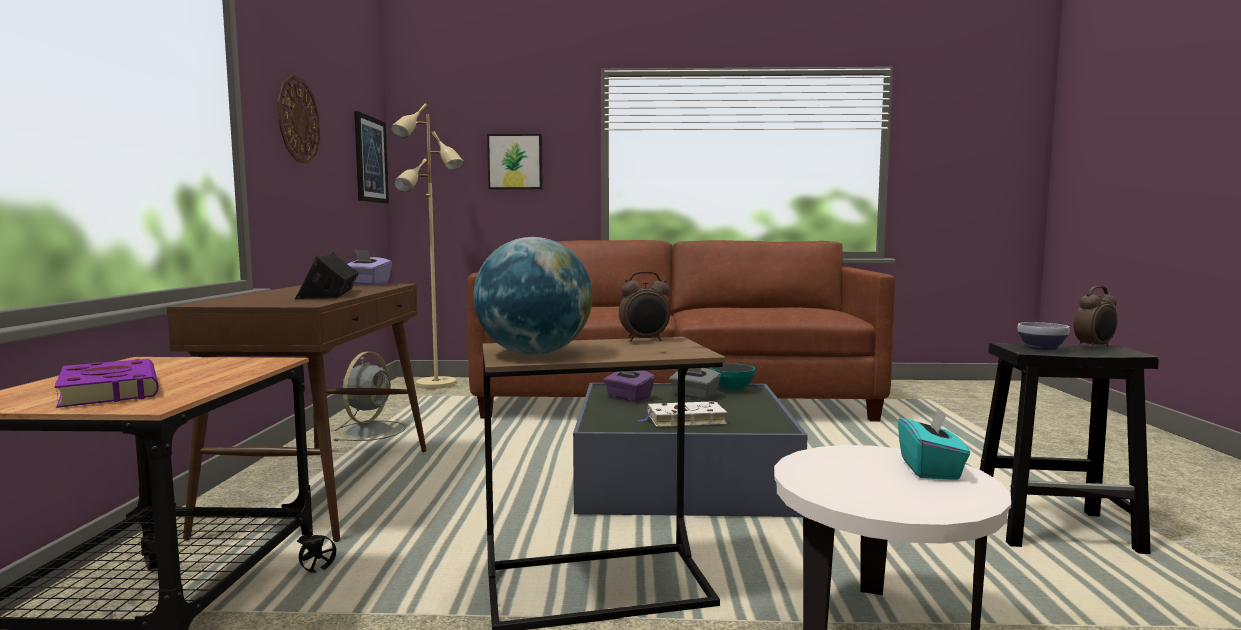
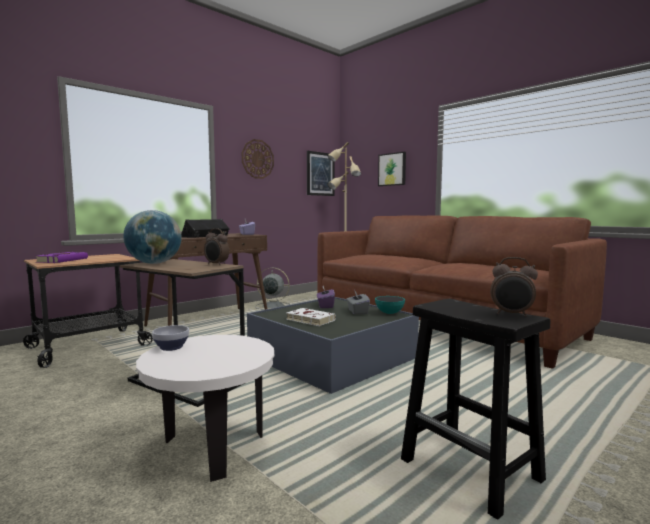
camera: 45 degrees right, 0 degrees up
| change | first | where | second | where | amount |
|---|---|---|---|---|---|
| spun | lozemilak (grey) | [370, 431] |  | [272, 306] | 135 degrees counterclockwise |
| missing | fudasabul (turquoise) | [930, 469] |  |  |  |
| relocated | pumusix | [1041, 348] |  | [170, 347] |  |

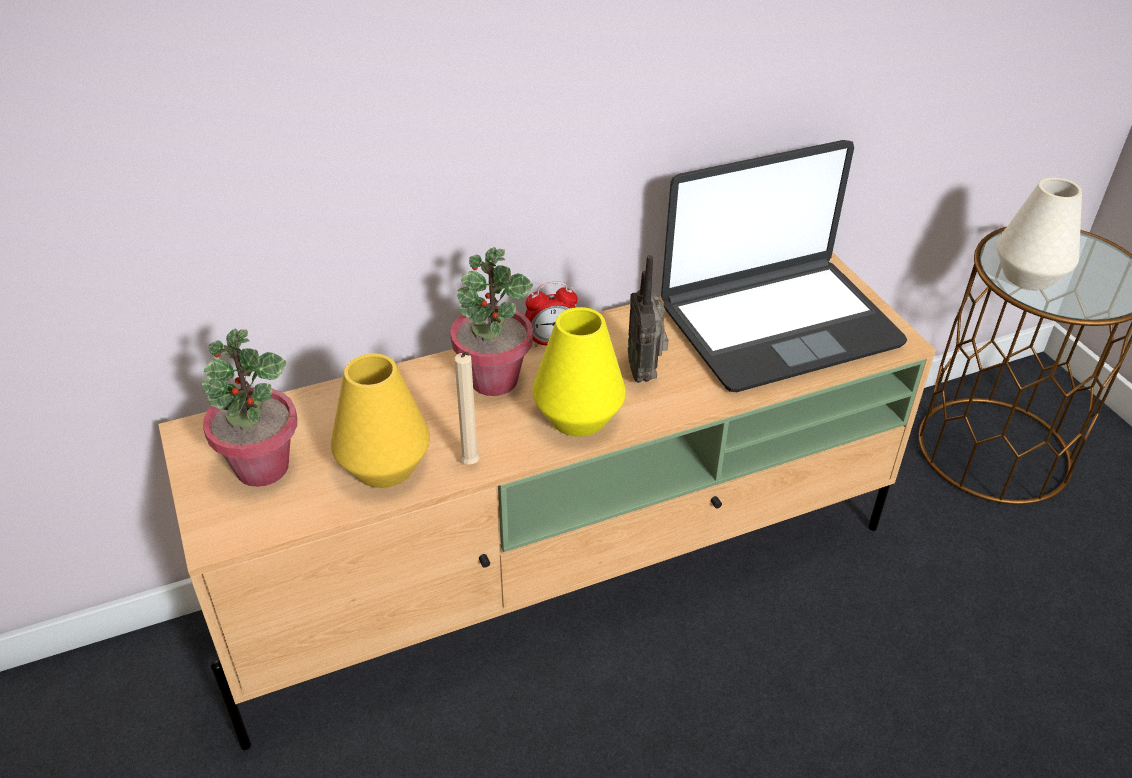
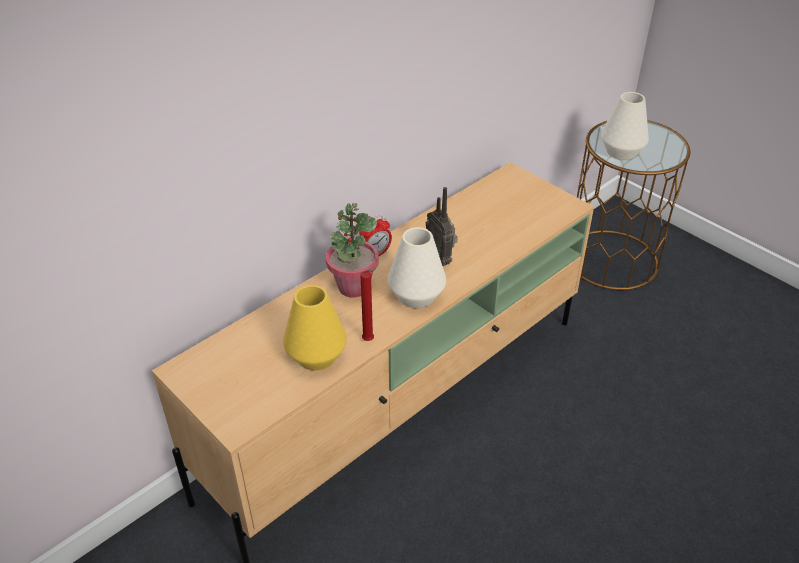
camera: 20 degrees left, 0 degrees up
| change | first | where | second | where | amount |
|---|---|---|---|---|---|
| missing | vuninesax | [262, 467] |  |  |  |
| colour | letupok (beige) | [471, 465] | letupok (red) | [369, 341] |  |
| colour | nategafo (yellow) | [578, 416] | nategafo (white) | [416, 295] |  |
| missing | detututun | [778, 324] |  |  |  |

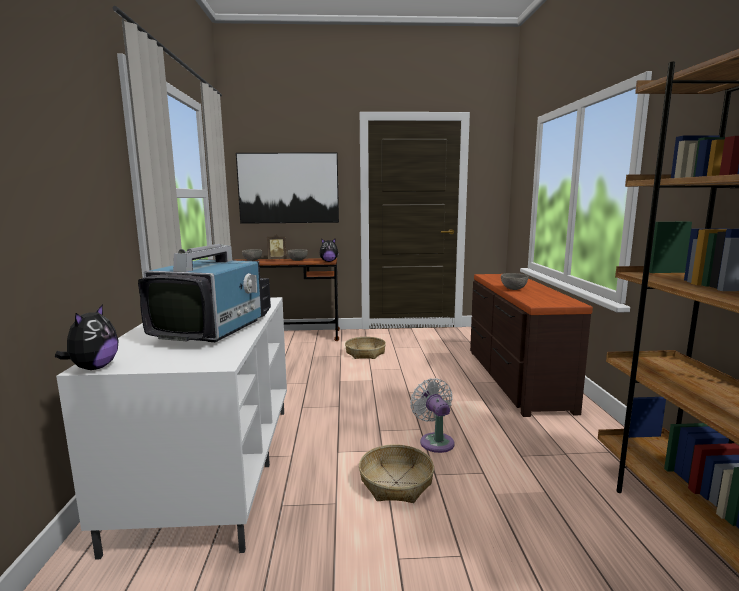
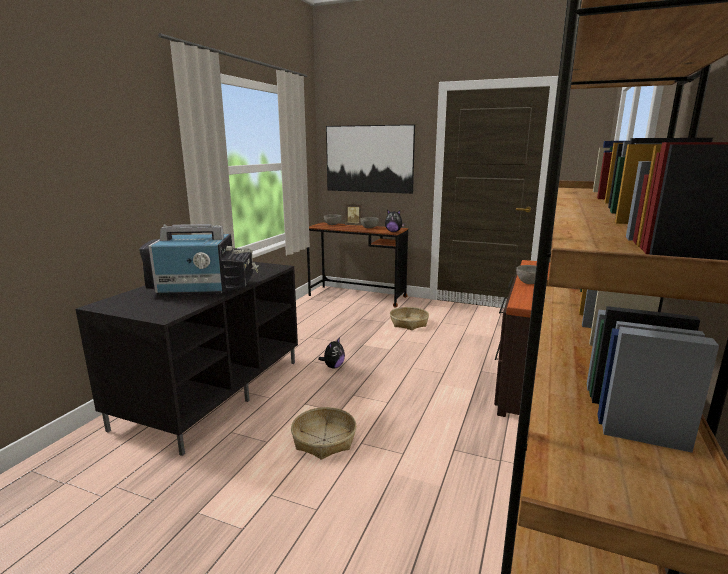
camera: 25 degrees right, 5 degrees up
| change | first | where | second | where | amount |
|---|---|---|---|---|---|
| relocated | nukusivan | [93, 368] |  | [333, 366] |  |
| colour | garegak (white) | [212, 466] | garegak (black) | [213, 391] |  |
| spun | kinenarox | [215, 329] |  | [204, 289] | 45 degrees clockwise |
| missing | lozemilak (white) | [435, 441] |  |  |  |

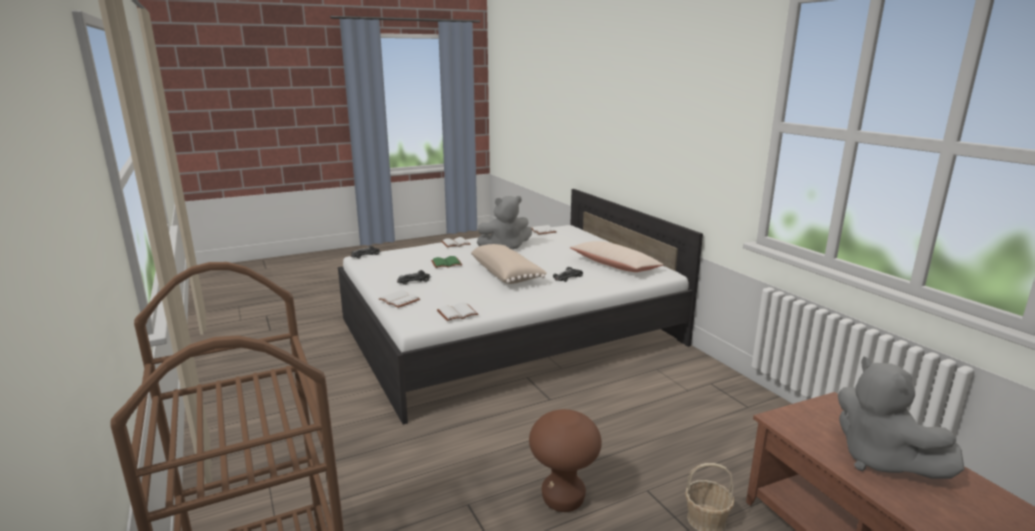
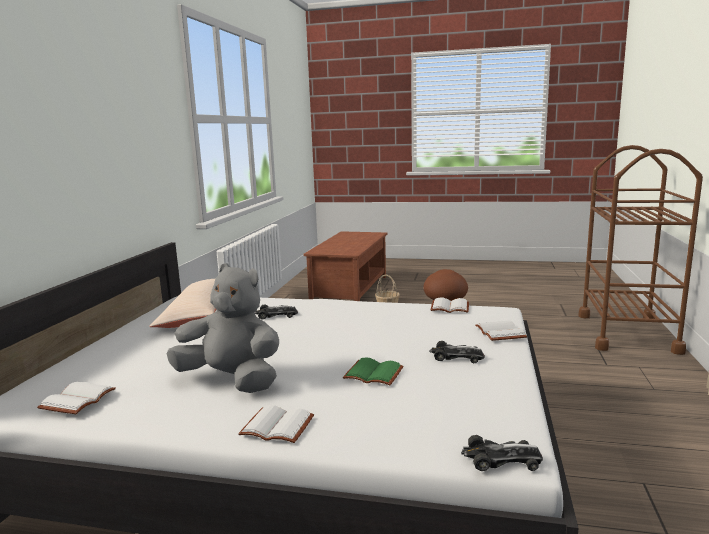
camera: 140 degrees left, 5 degrees down
| change | first | where | second | where | amount |
|---|---|---|---|---|---|
| missing | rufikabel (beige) | [507, 274] |  |  |  |
| missing | nukusivan (grey) | [880, 460] |  |  |  |

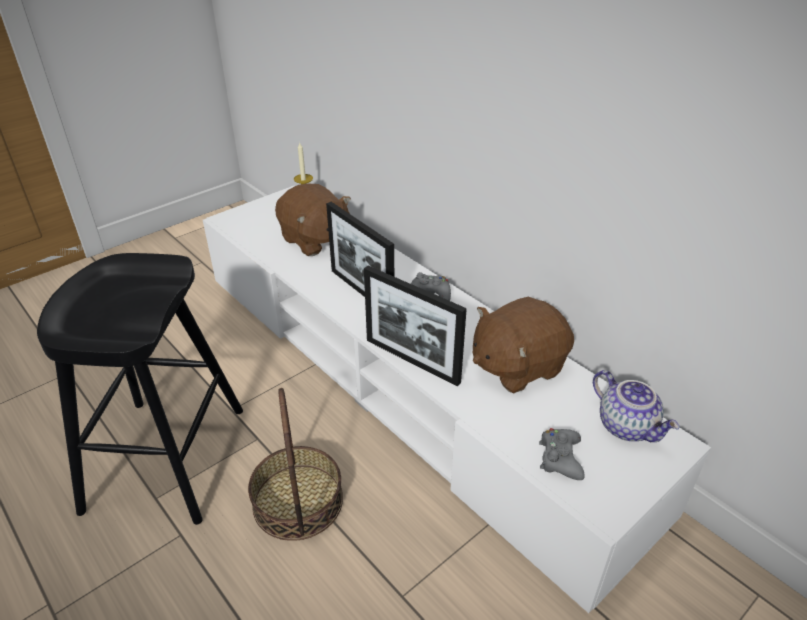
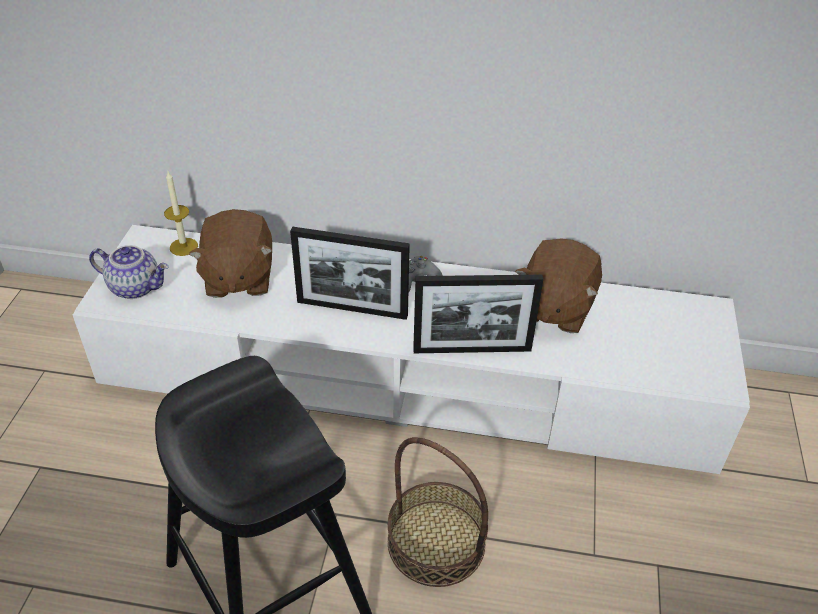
camera: 40 degrees left, 5 degrees up
| change | first | where | second | where | amount |
|---|---|---|---|---|---|
| spun | nukusivan (brown) | [314, 240] |  | [238, 278] | 75 degrees clockwise |
| missing | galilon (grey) | [560, 458] |  |  |  |
| relocated | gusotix | [627, 426] |  | [136, 287] |  |

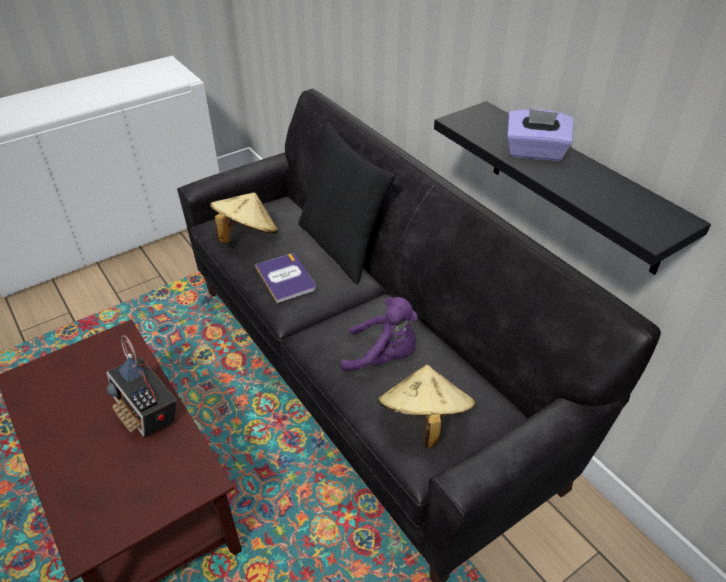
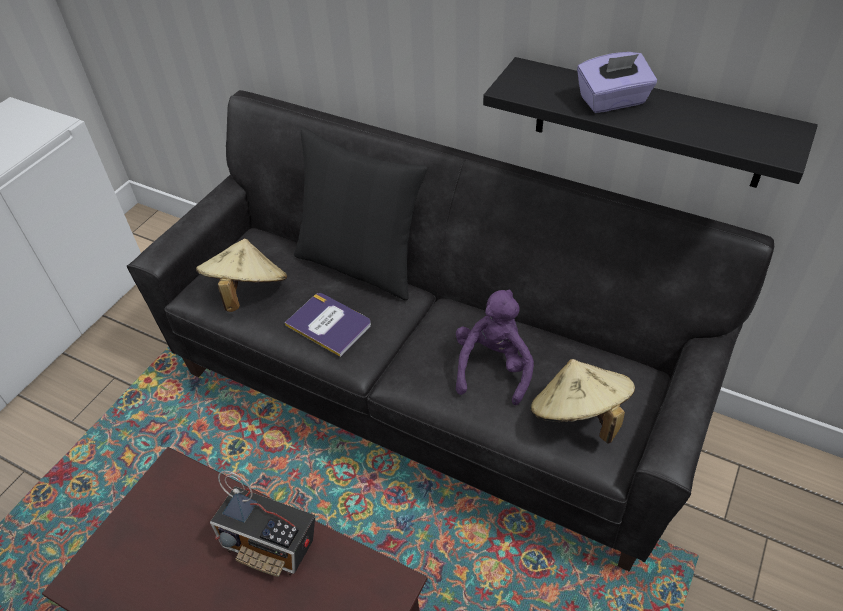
camera: 25 degrees left, 5 degrees up
| change | first | where | second | where | amount |
|---|---|---|---|---|---|
| spun | nukusivan (purple) | [384, 356] |  | [493, 367] | 60 degrees counterclockwise |

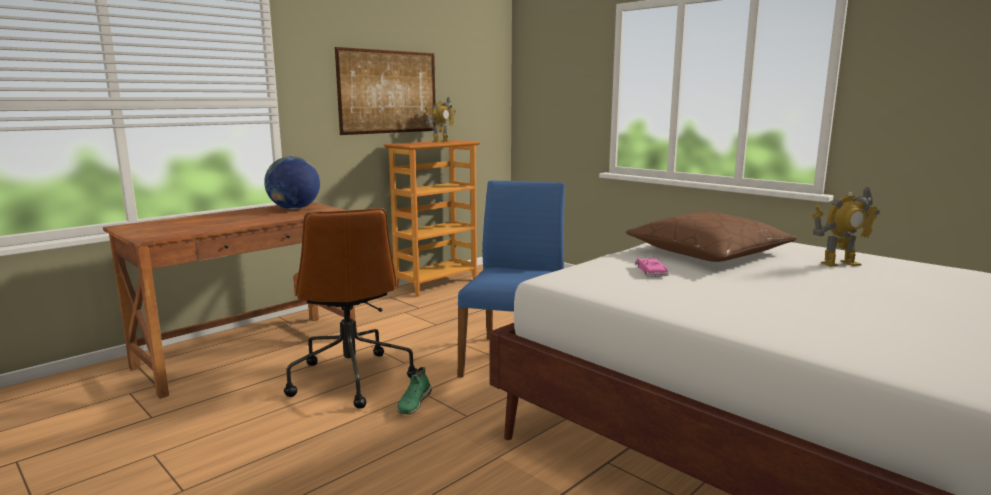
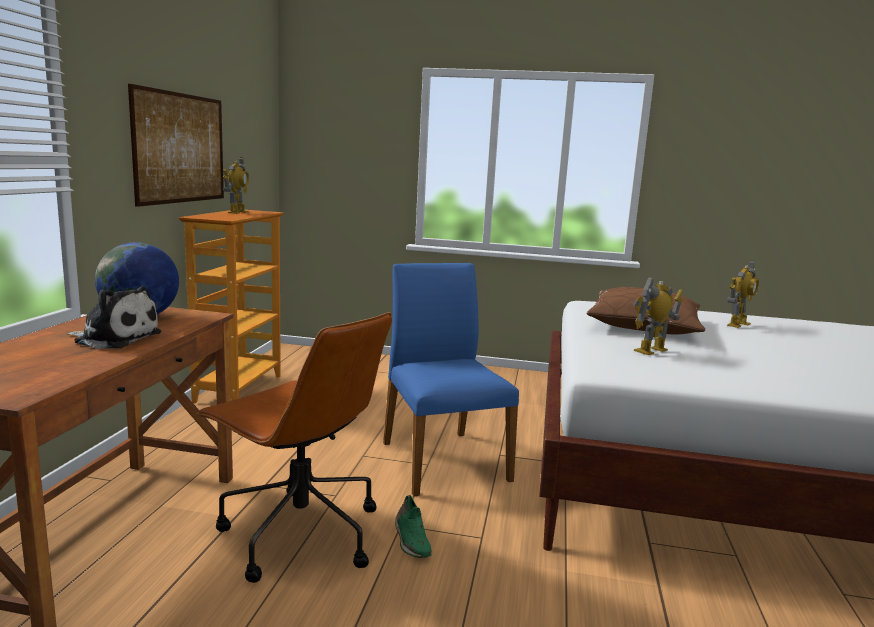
camera: 35 degrees left, 0 degrees up
| change | first | where | second | where | amount |
|---|---|---|---|---|---|
| exchanged | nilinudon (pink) | [651, 271] | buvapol | [651, 351] |  |
| appeared |  |  | nukusivan | [115, 338] |  |

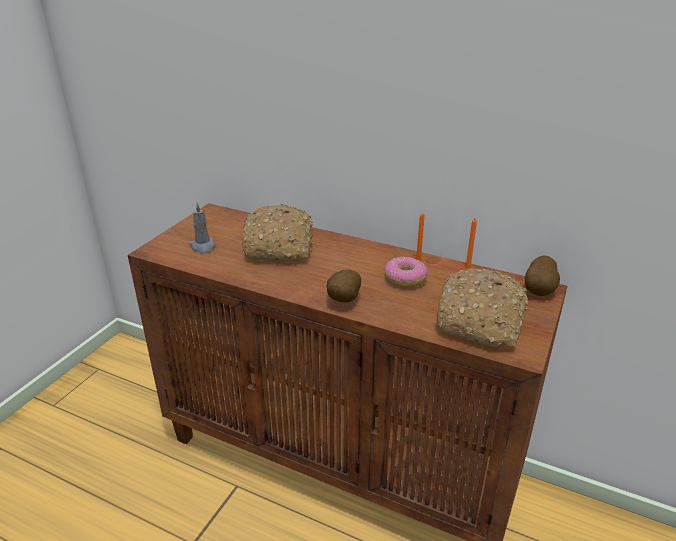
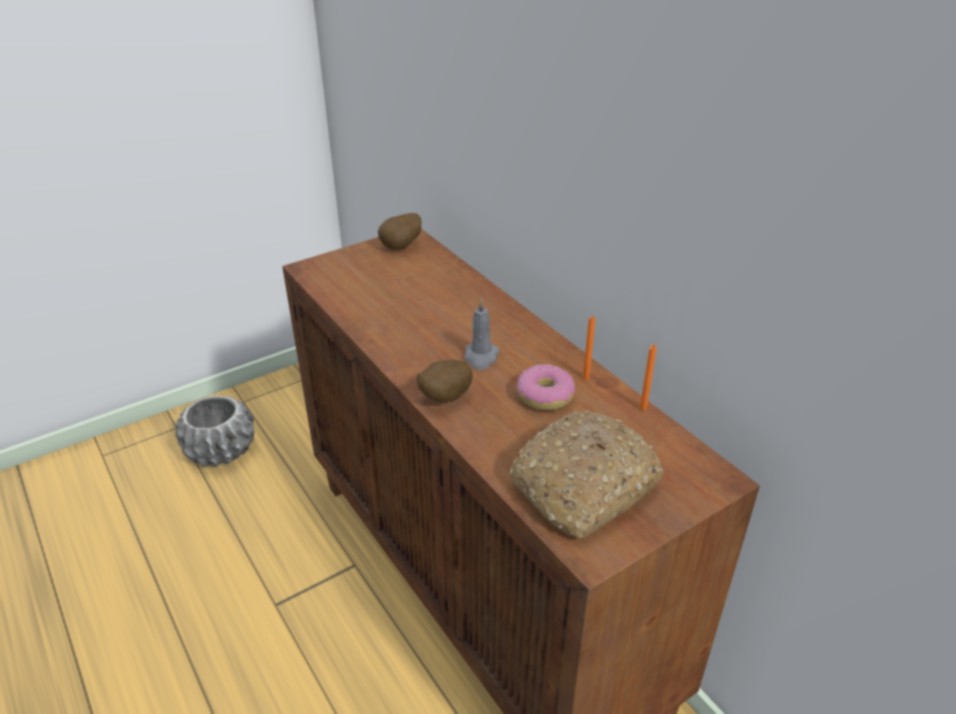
camera: 30 degrees right, 5 degrees up
| change | first | where | second | where | amount |
|---|---|---|---|---|---|
| relocated | letupok (grey) | [203, 247] |  | [481, 357] |  |
| missing | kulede | [279, 246] |  |  |  |
| relocated | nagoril | [539, 291] |  | [402, 247] |  |
| appeared |  |  | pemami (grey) | [220, 451] |  |

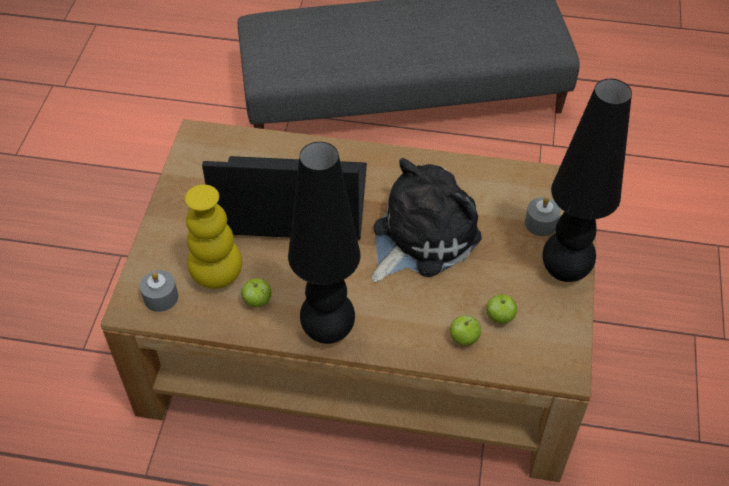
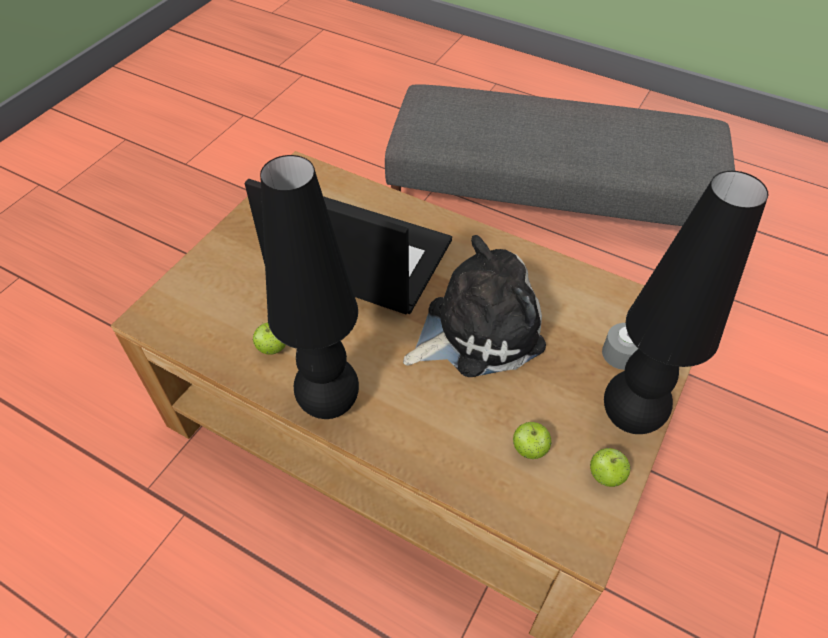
camera: 20 degrees right, 0 degrees up
| change | first | where | second | where | amount |
|---|---|---|---|---|---|
| missing | letupok (grey) | [161, 297] |  |  |  |
| missing | nategafo (yellow) | [217, 276] |  |  |  |
| relocated | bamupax | [464, 338] |  | [605, 476] |  |

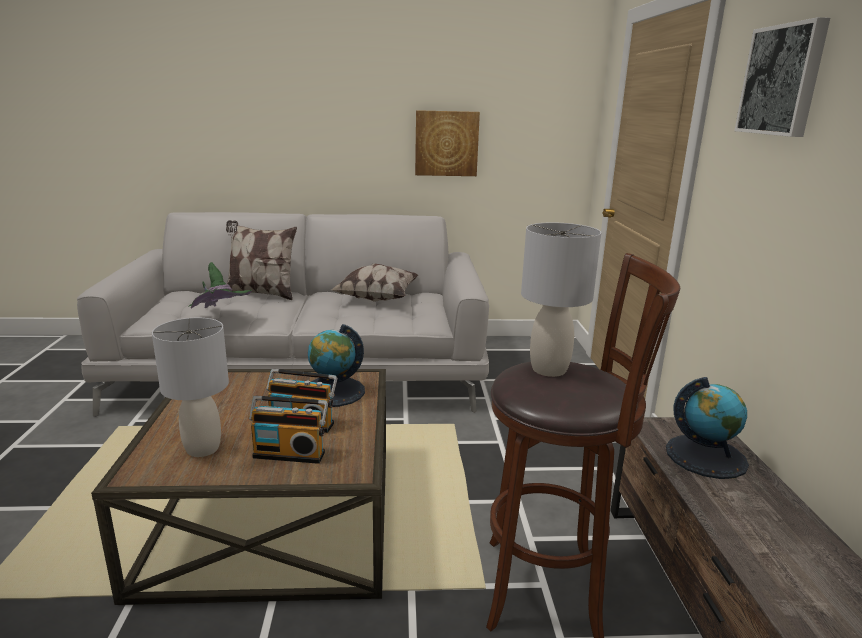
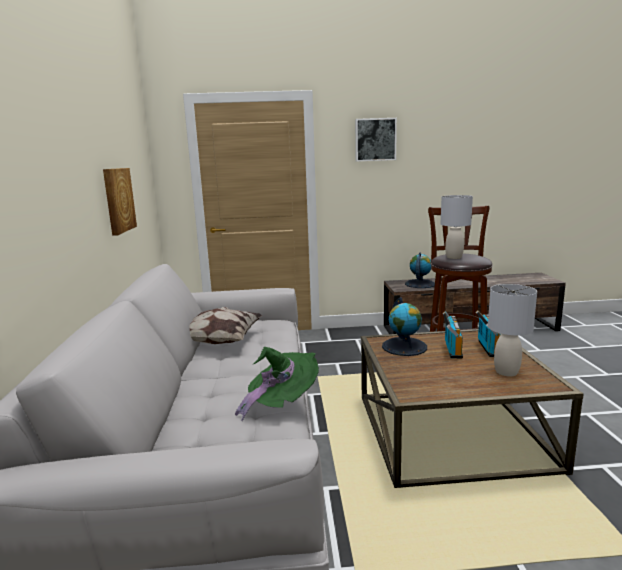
camera: 90 degrees left, 5 degrees down
| change | first | where | second | where | amount |
|---|---|---|---|---|---|
| missing | rufikabel | [261, 294] |  |  |  |

